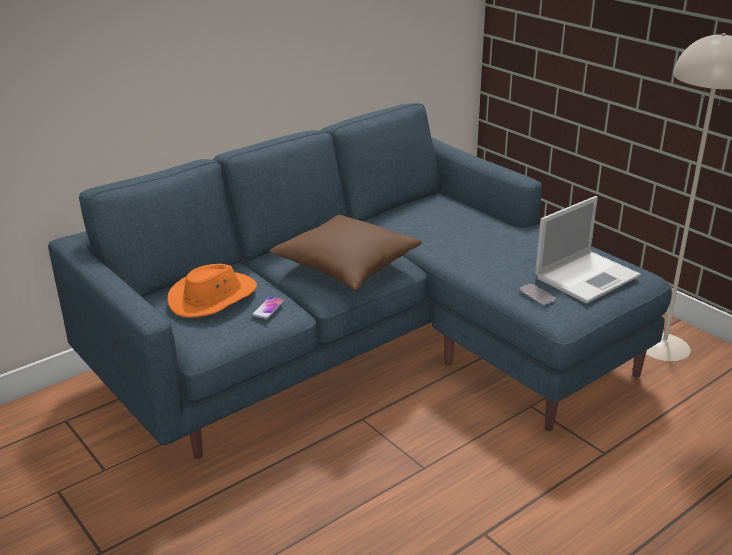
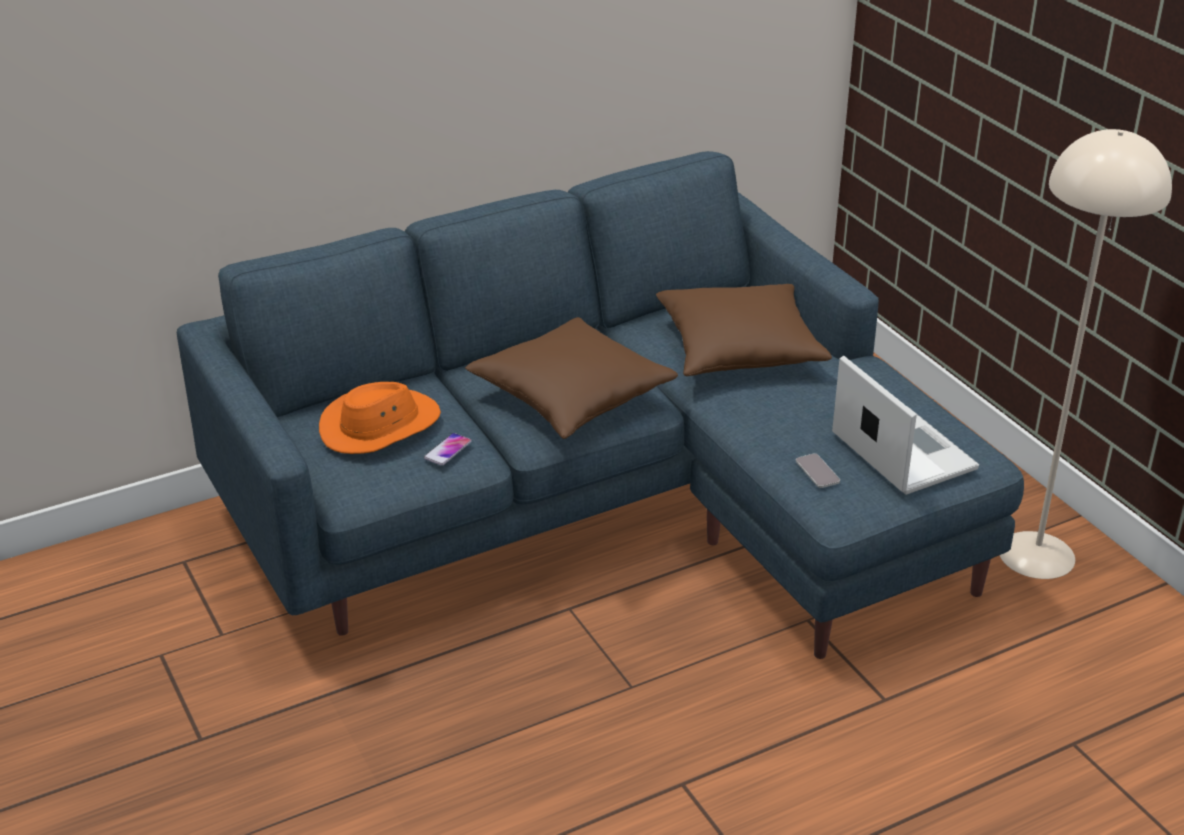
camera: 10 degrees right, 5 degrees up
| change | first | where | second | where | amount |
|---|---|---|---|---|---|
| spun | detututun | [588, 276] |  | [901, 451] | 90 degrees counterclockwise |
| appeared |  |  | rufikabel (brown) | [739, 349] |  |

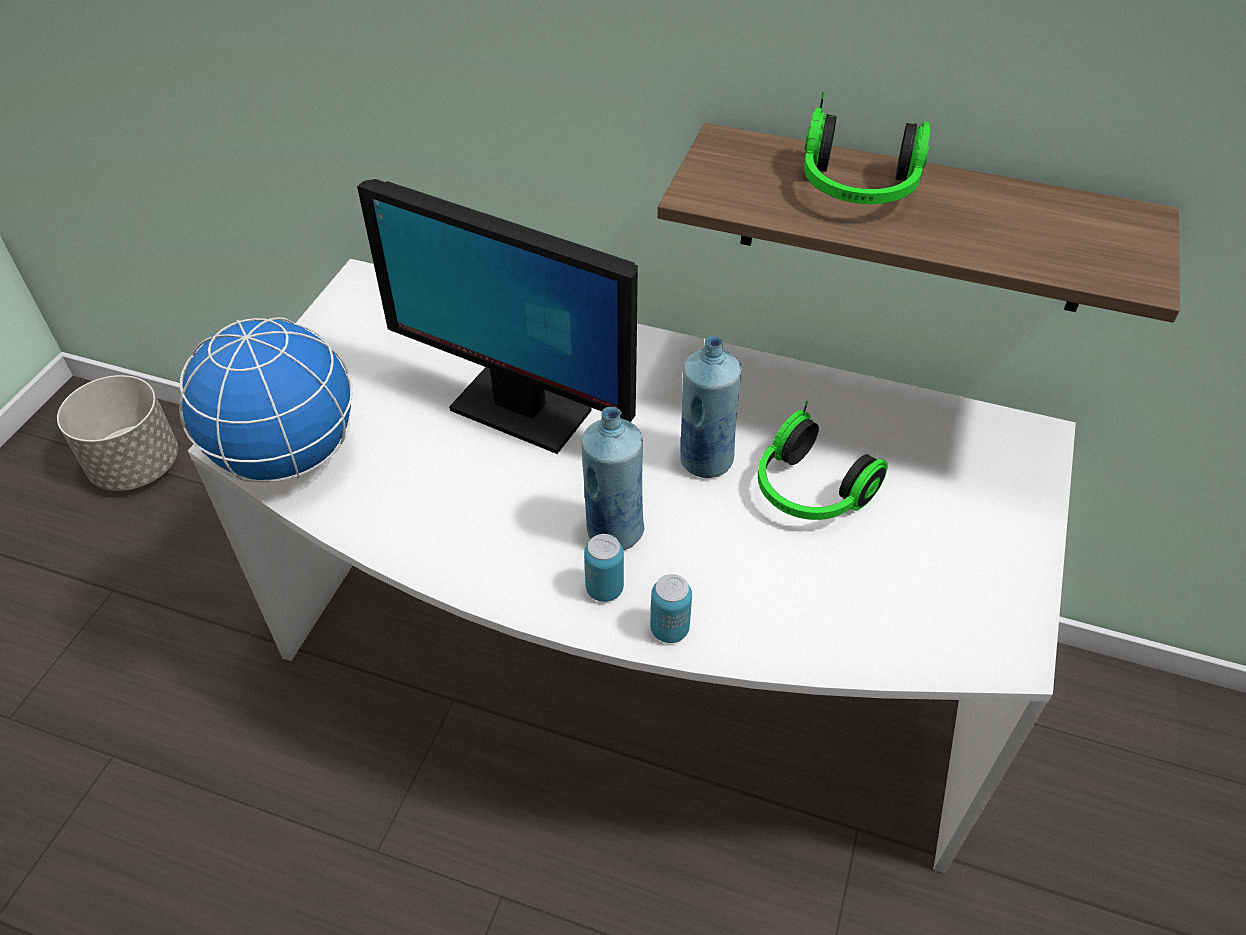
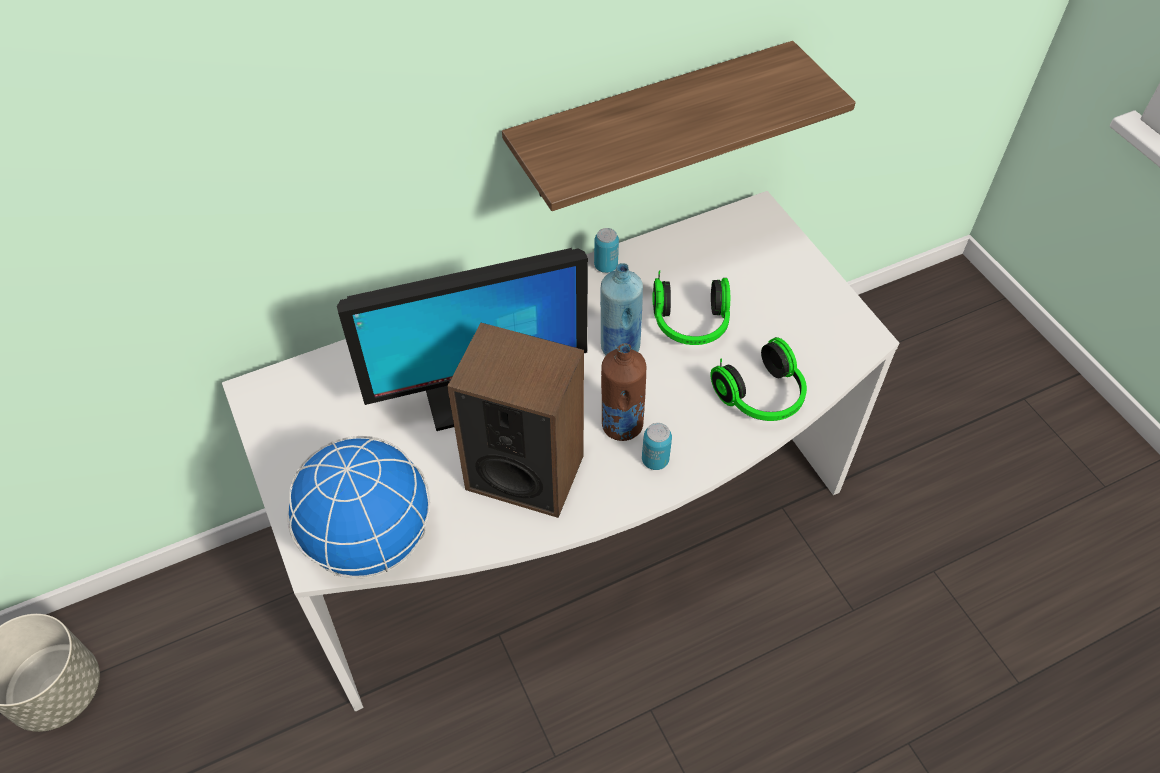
camera: 45 degrees left, 5 degrees up
| change | first | where | second | where | amount |
|---|---|---|---|---|---|
| colour | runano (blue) | [614, 531] | runano (brown) | [621, 425] |  |
| relocated | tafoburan | [669, 629] |  | [605, 266] |  |
| relocated | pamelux | [858, 190] |  | [762, 397] |  |
| appeared |  |  | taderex | [525, 472] |  |

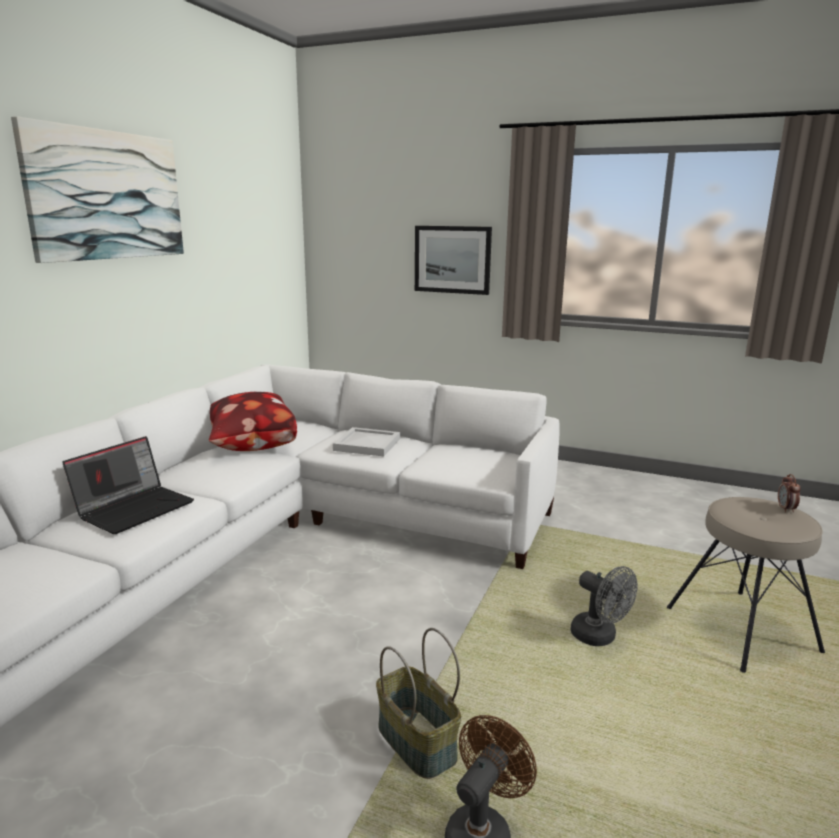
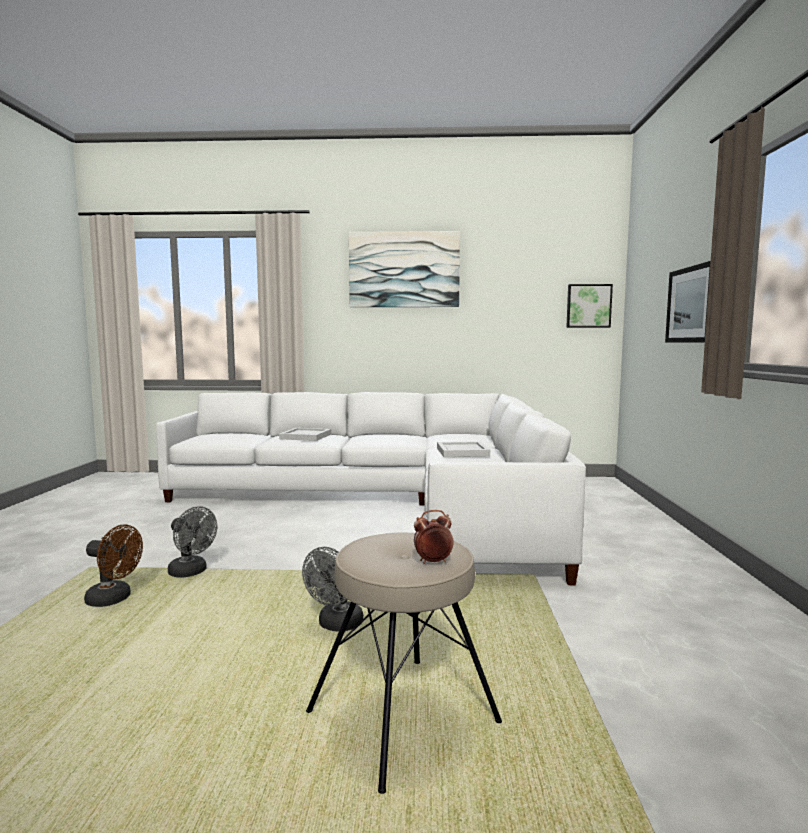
camera: 70 degrees right, 10 degrees down
| change | first | where | second | where | amount |
|---|---|---|---|---|---|
| exchanged | detututun | [135, 508] | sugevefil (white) | [306, 436] |  |
| missing | rufikabel | [249, 447] |  |  |  |
| exchanged | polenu | [415, 742] | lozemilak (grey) | [191, 572] |  |
| appeared |  |  | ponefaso | [588, 306] |  |

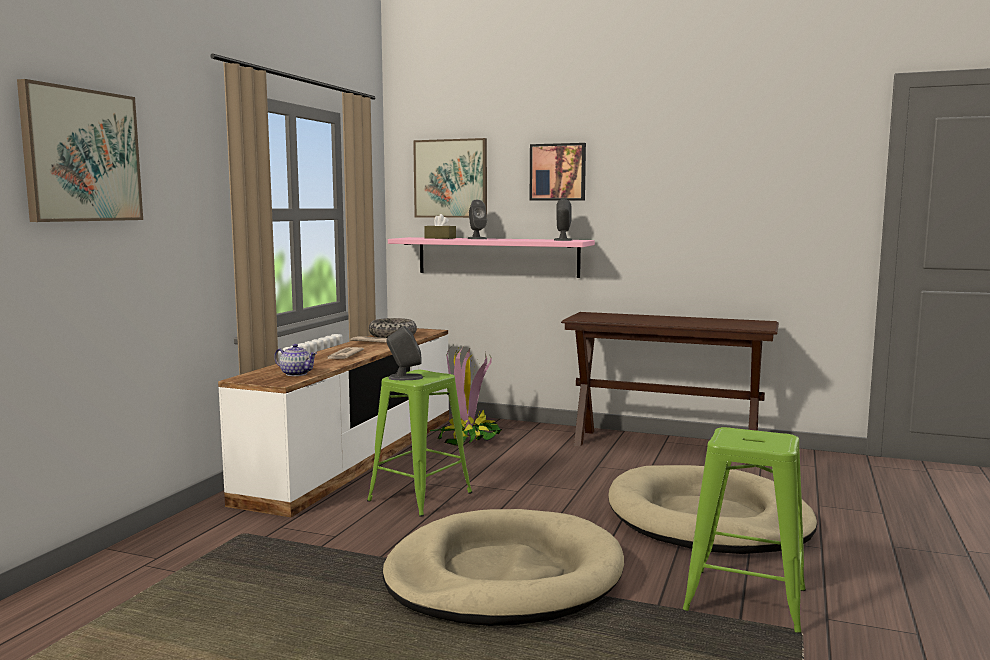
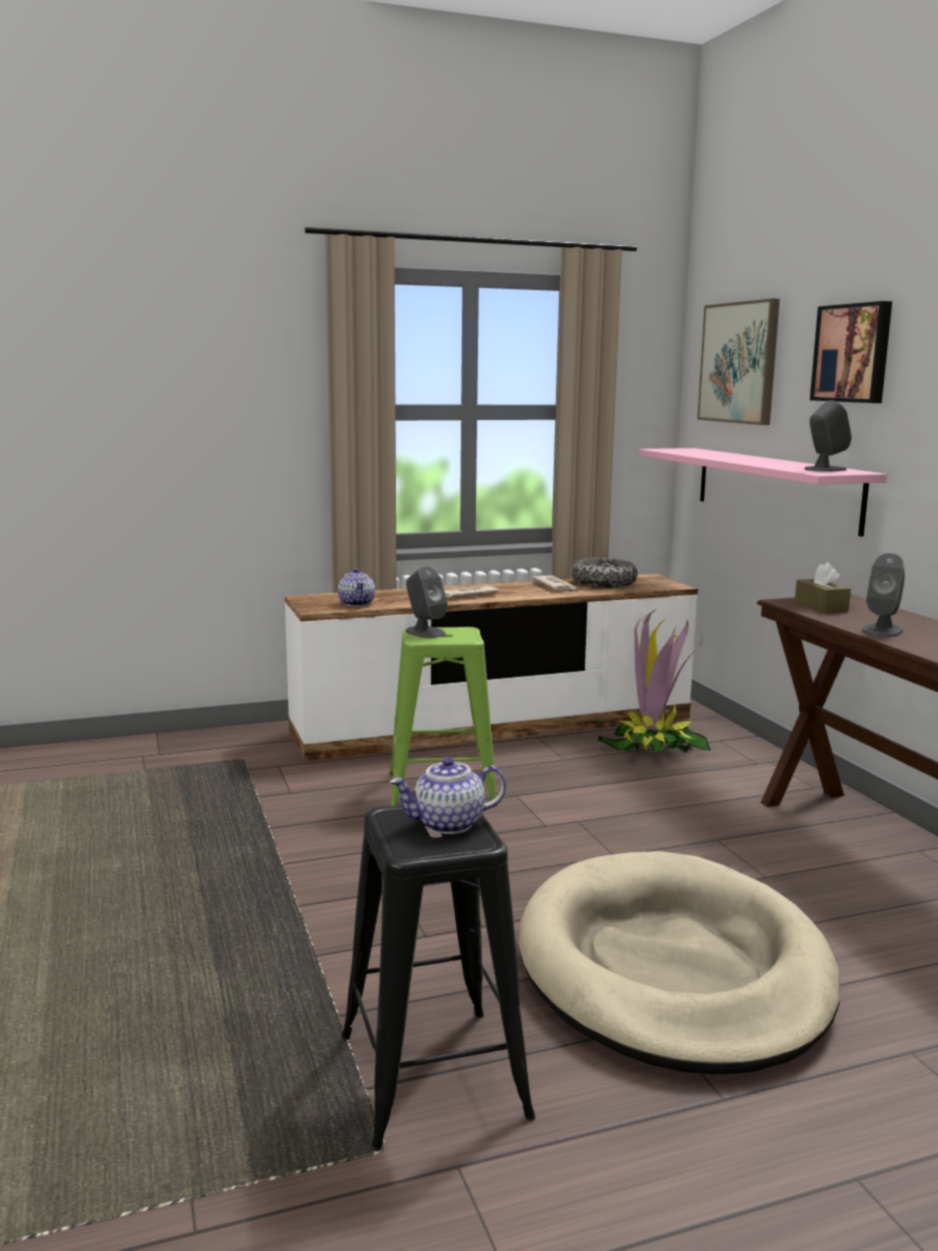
camera: 50 degrees right, 5 degrees up
| change | first | where | second | where | amount |
|---|---|---|---|---|---|
| missing | ponefaso | [81, 155] |  |  |  |
| missing | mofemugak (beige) | [503, 576] |  |  |  |
| relocated | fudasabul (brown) | [440, 238] |  | [821, 606] |  |
| relocated | taderex (grey) | [477, 238] |  | [882, 630] |  |
| colour | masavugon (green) | [744, 600] | masavugon (black) | [432, 1074] |  |
| appeared |  |  | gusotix | [448, 824] |  |

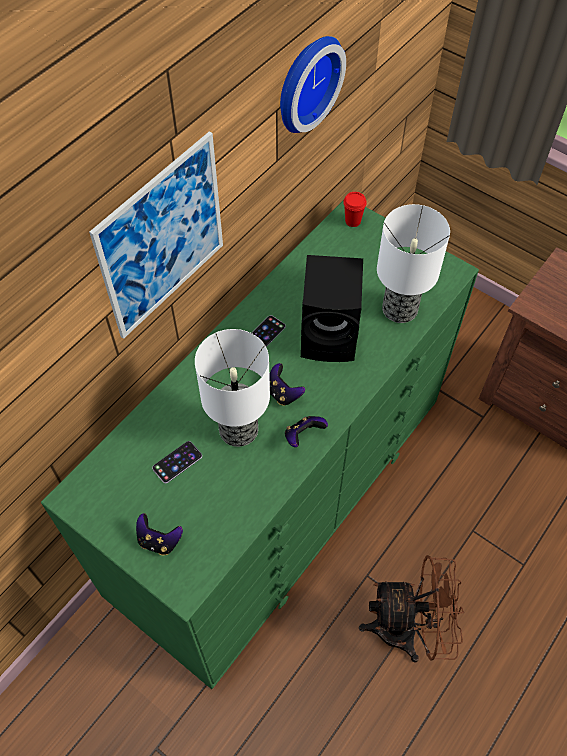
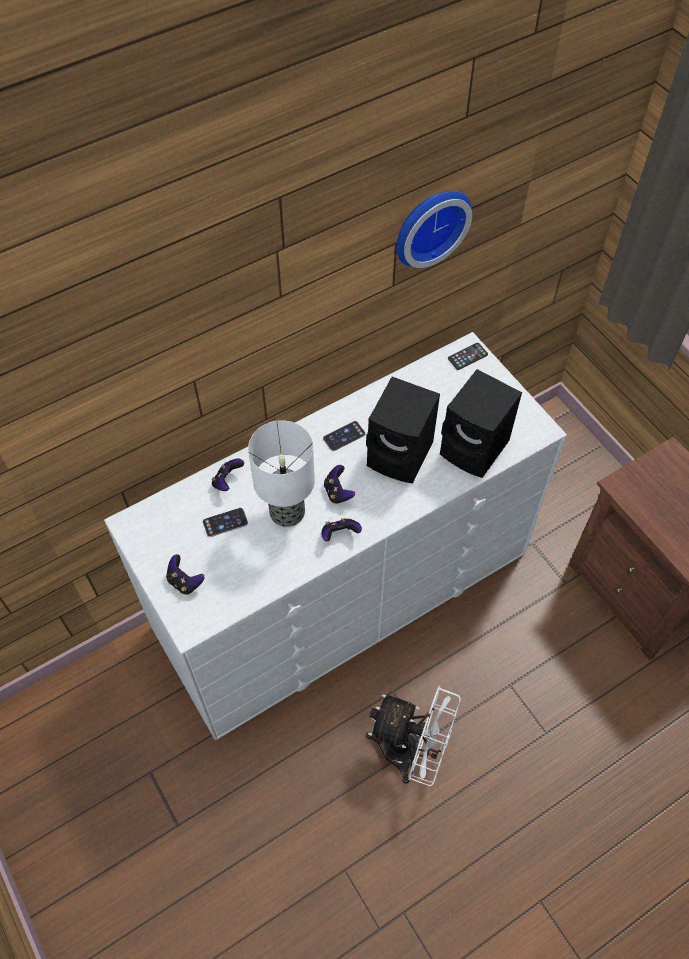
camera: 20 degrees right, 0 degrees up
| change | first | where | second | where | amount |
|---|---|---|---|---|---|
| colour | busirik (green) | [280, 492] | busirik (white) | [343, 590] |  |
| missing | ponefaso | [162, 238] |  |  |  |
| exchanged | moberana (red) | [352, 221] | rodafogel | [467, 356] |  |
| colour | lozemilak (brown) | [408, 628] | lozemilak (white) | [410, 752] |  |
| exchanged | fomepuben | [400, 308] | taderex (black) | [476, 449] |  |
| appeared |  |  | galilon | [227, 481] |  |

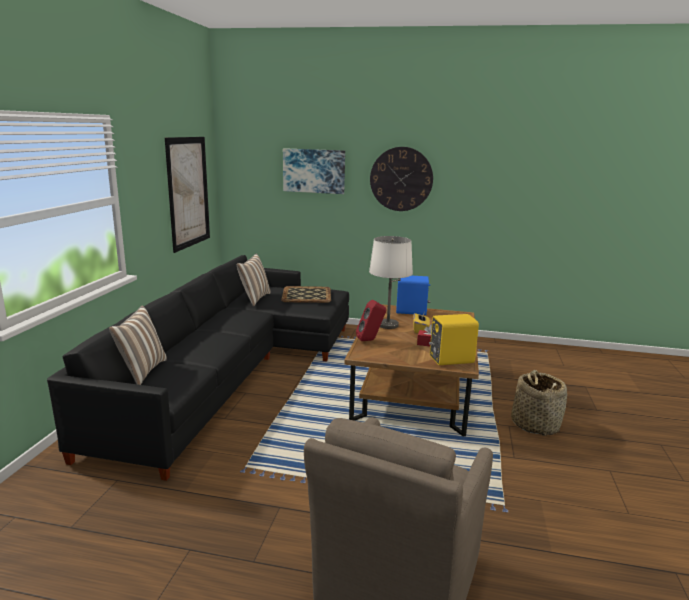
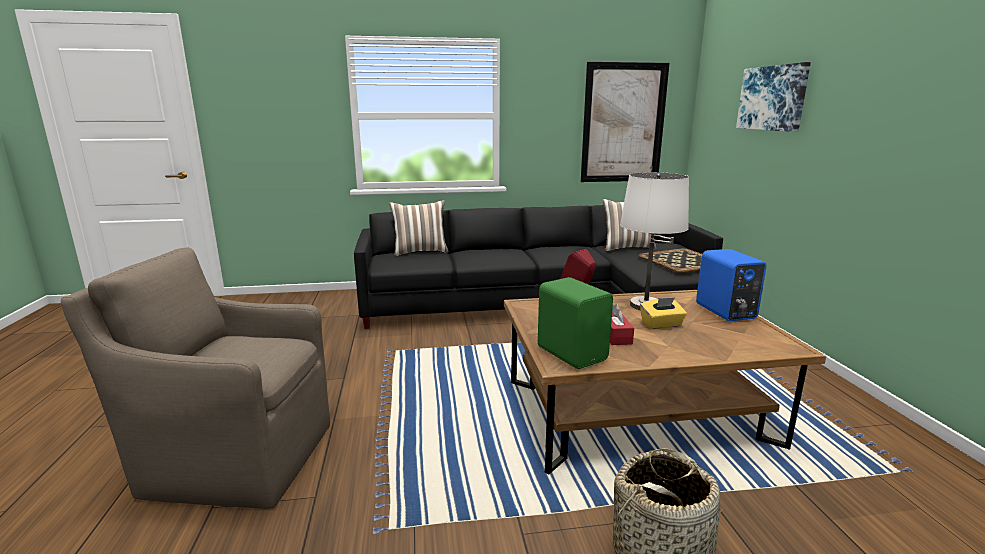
camera: 70 degrees right, 0 degrees up
| change | first | where | second | where | amount |
|---|---|---|---|---|---|
| missing | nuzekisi | [401, 179] |  |  |  |
| colour | taderex (yellow) | [450, 359] | taderex (green) | [572, 353] |  |

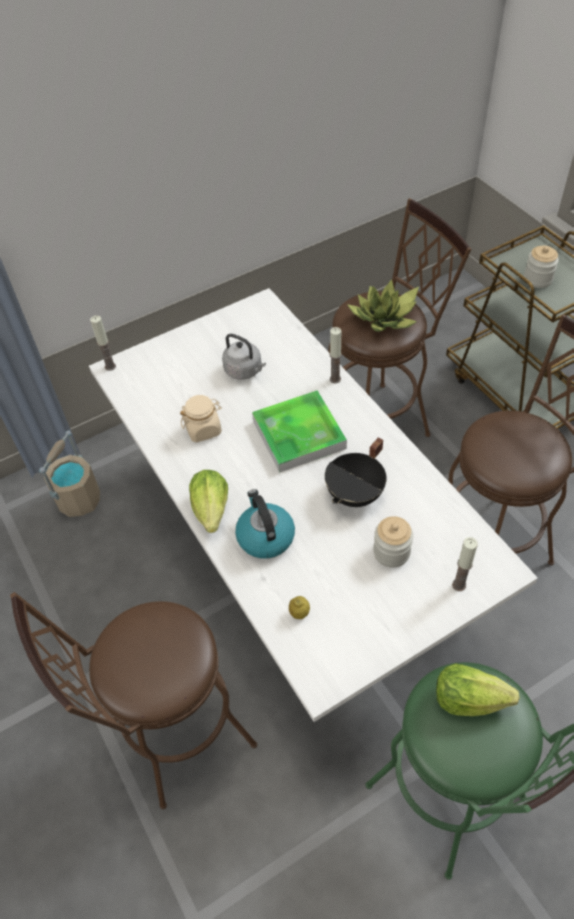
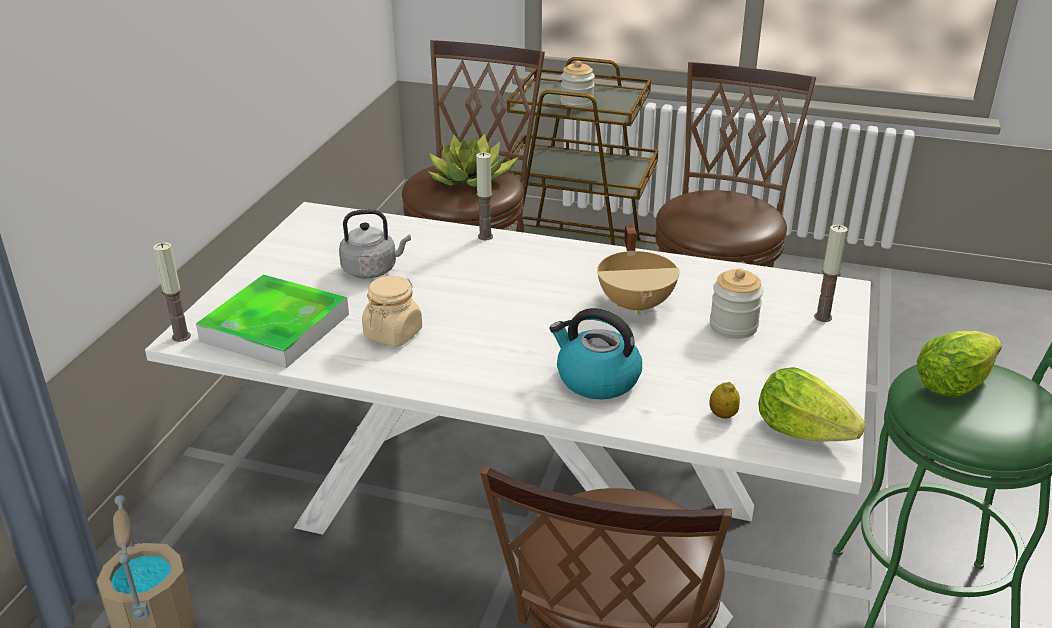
camera: 45 degrees left, 20 degrees down
| change | first | where | second | where | amount |
|---|---|---|---|---|---|
| relocated | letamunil | [211, 509] |  | [802, 431] |  |
| relocated | sugevefil | [299, 434] |  | [275, 327] |  |
| colour | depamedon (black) | [356, 494] | depamedon (beige) | [637, 304] |  |

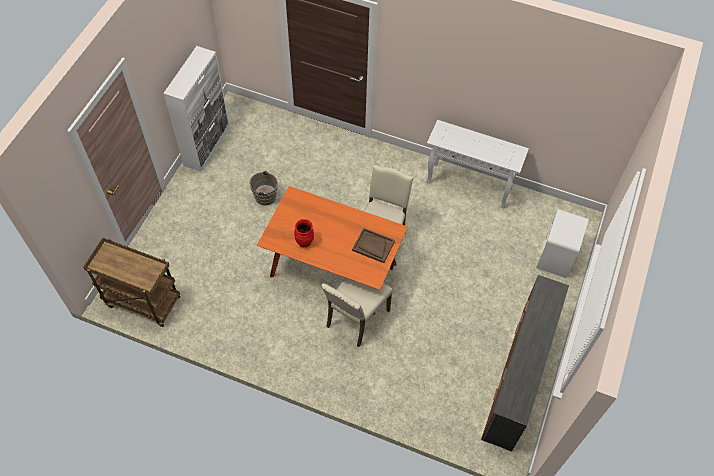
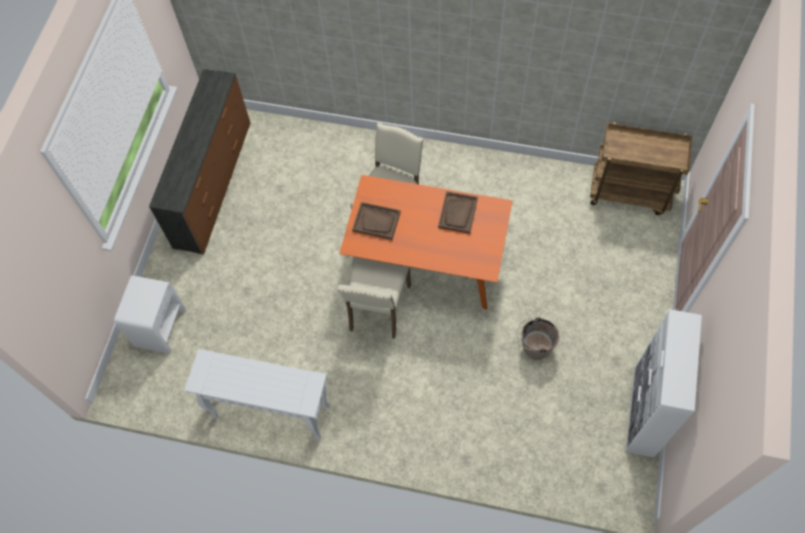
camera: 175 degrees right, 5 degrees up
| change | first | where | second | where | amount |
|---|---|---|---|---|---|
| exchanged | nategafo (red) | [304, 241] | sugevefil (brown) | [458, 213] |  |

